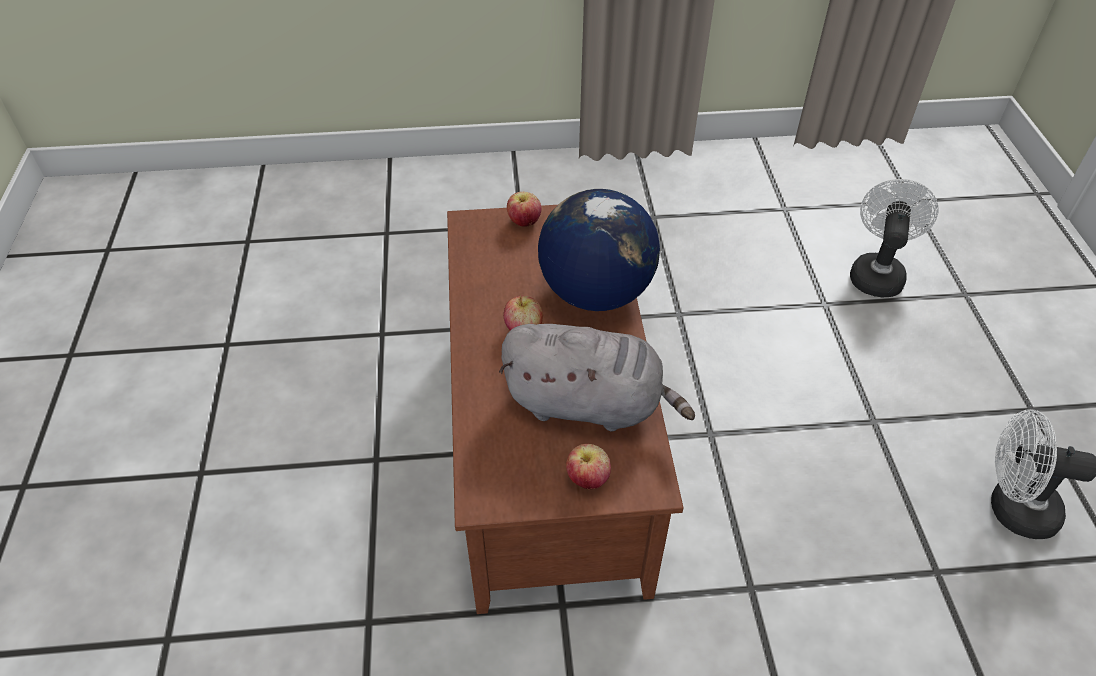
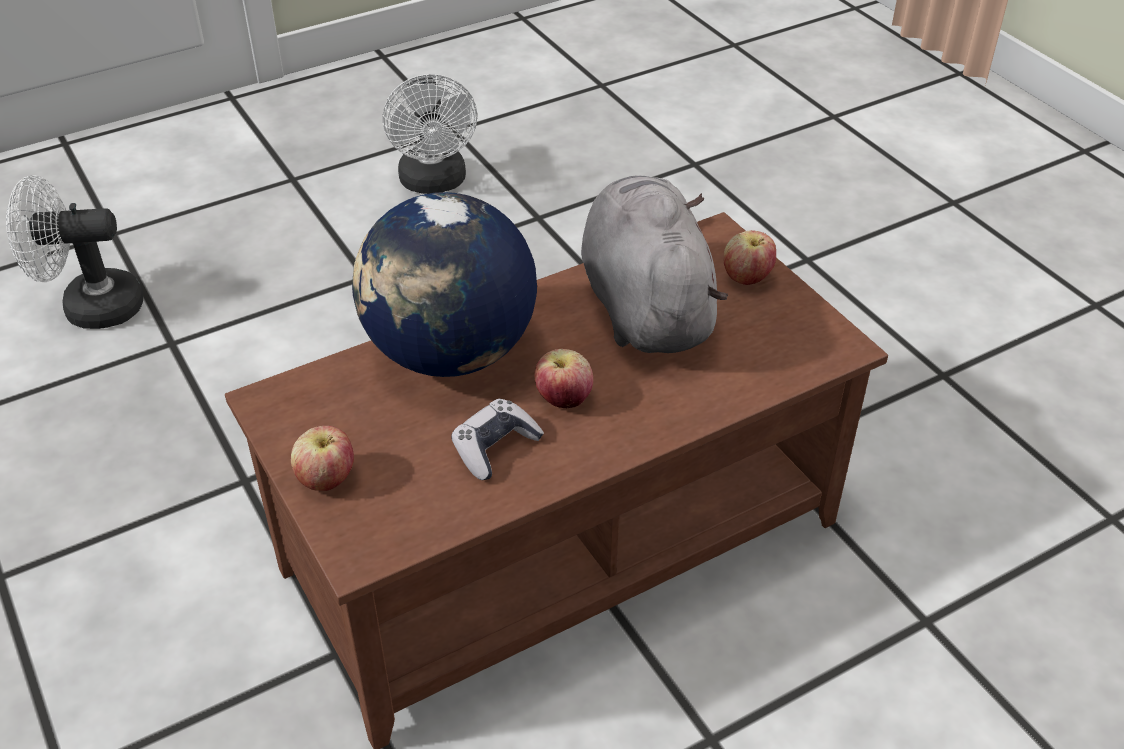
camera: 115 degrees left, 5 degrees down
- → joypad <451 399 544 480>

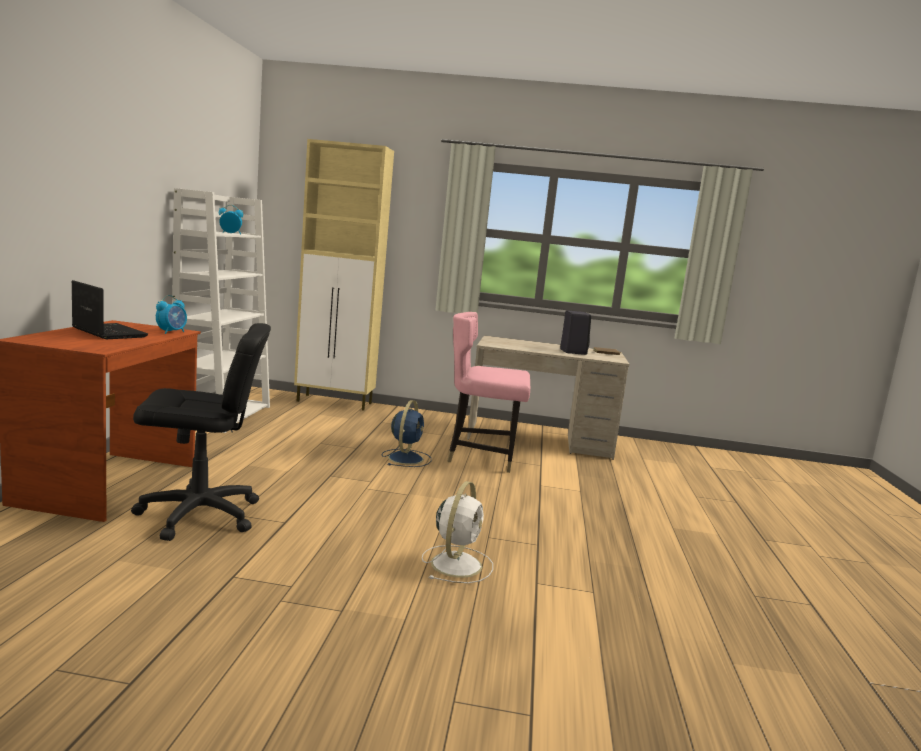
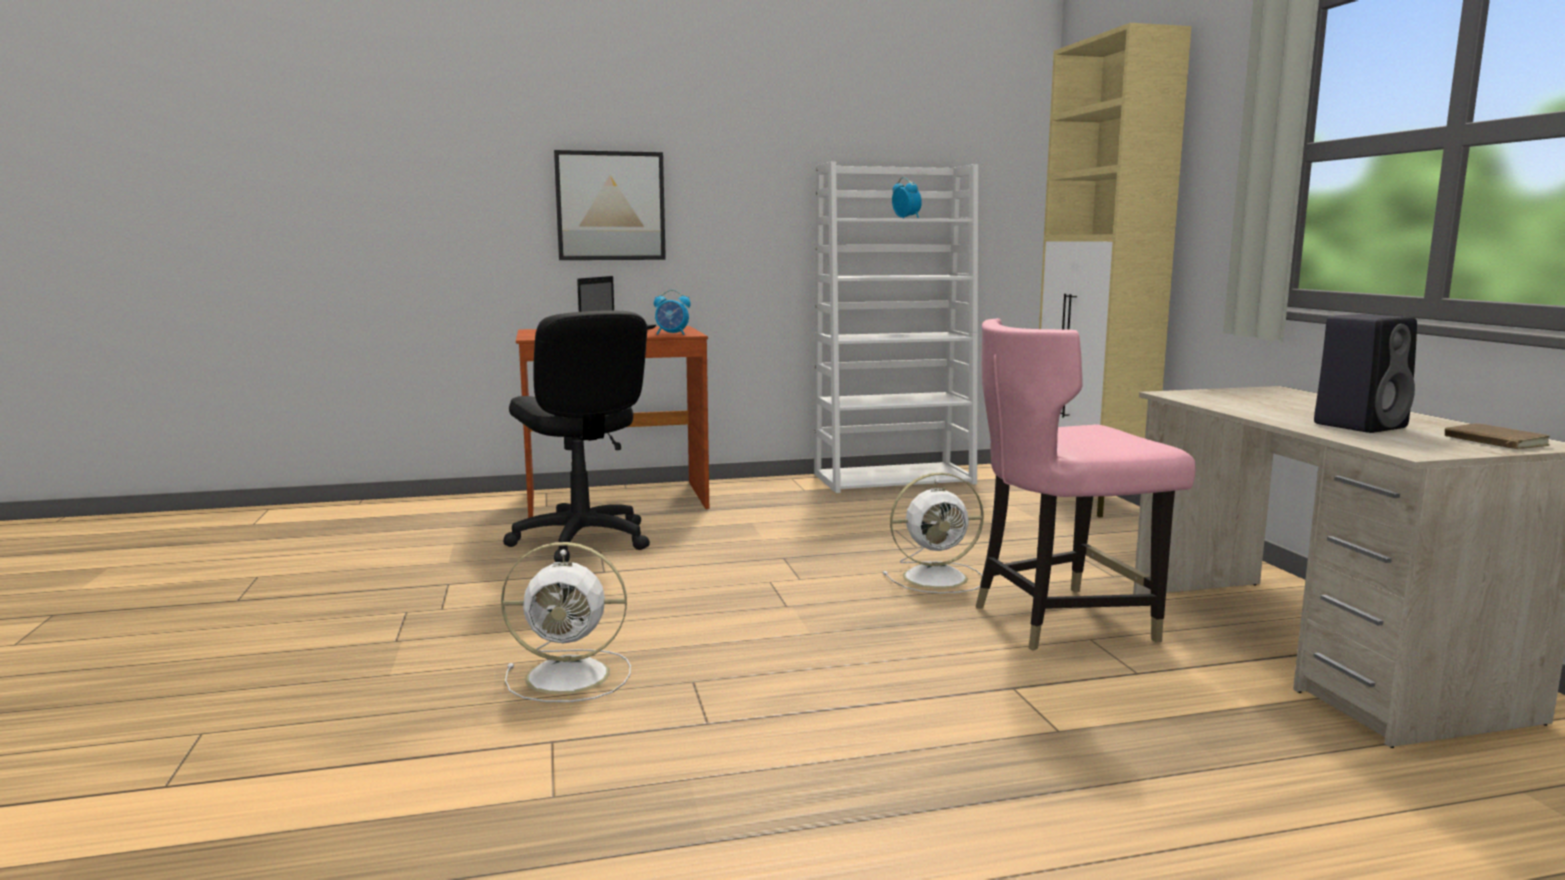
camera: 70 degrees right, 0 degrees up
pink upright chair <447 312 530 473> → pink upright chair <976 318 1196 651>, 90 degrees counterclockwise
bluish electric fan <382 400 431 467> → white-coloured electric fan <883 473 984 593>
- → wall picture <554 150 666 260>

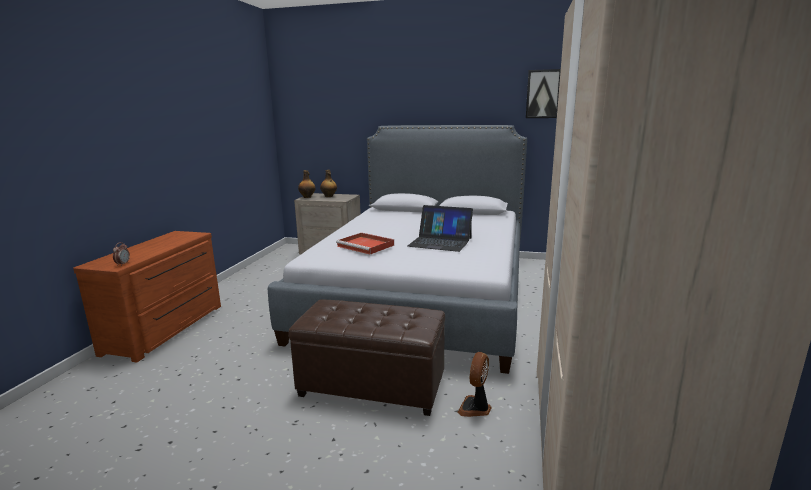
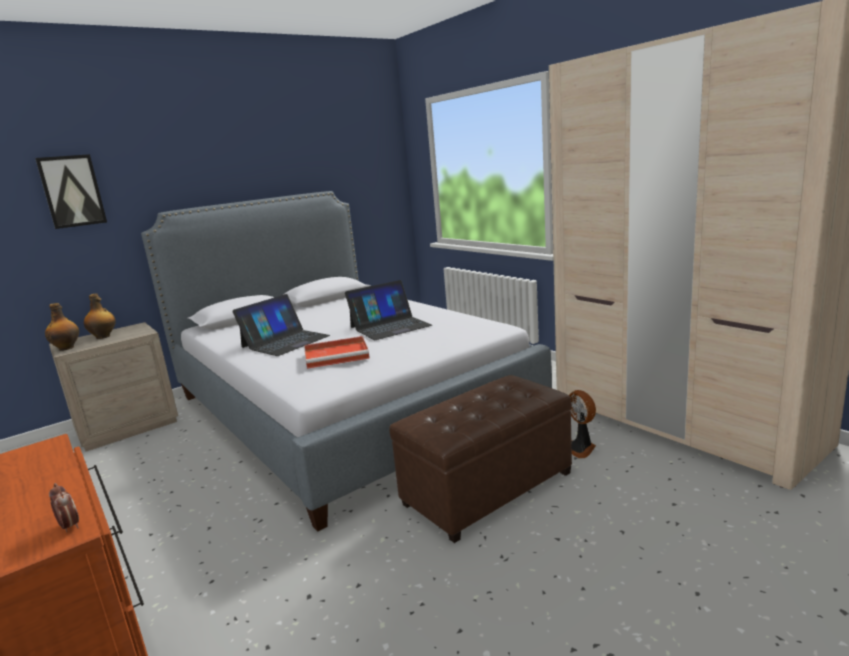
camera: 50 degrees left, 0 degrees up
wall picture <526 69 561 118> → wall picture <35 154 107 229>, relocated
- → notebook computer <232 294 330 356>

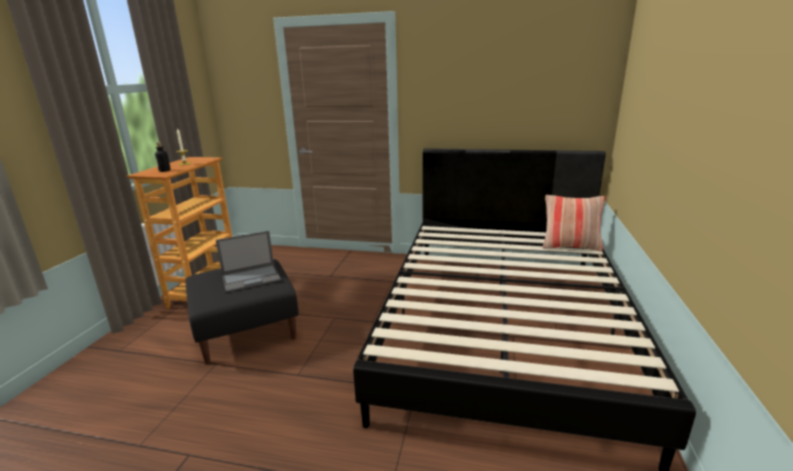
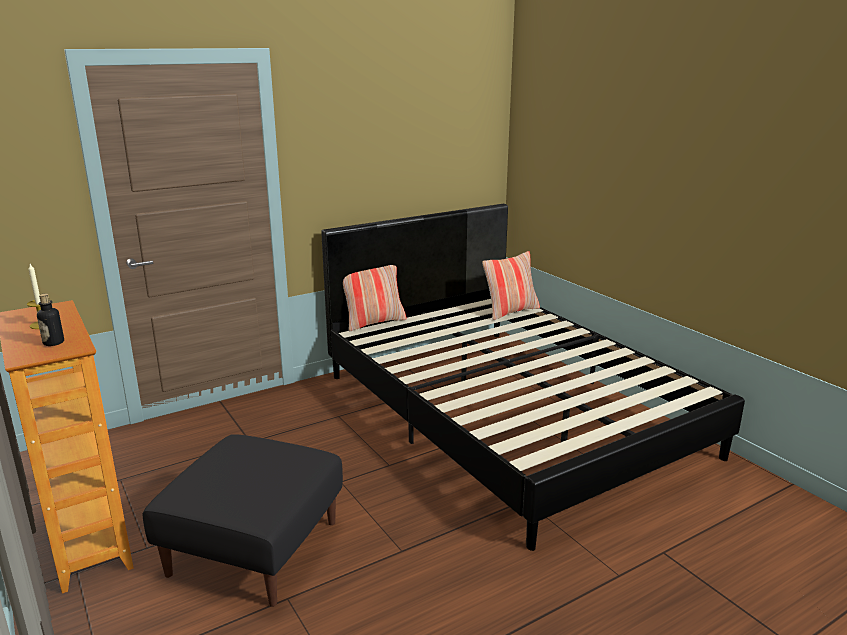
camera: 45 degrees left, 0 degrees up
notebook computer <216 231 281 292> → -
- → cushion <343 265 407 331>

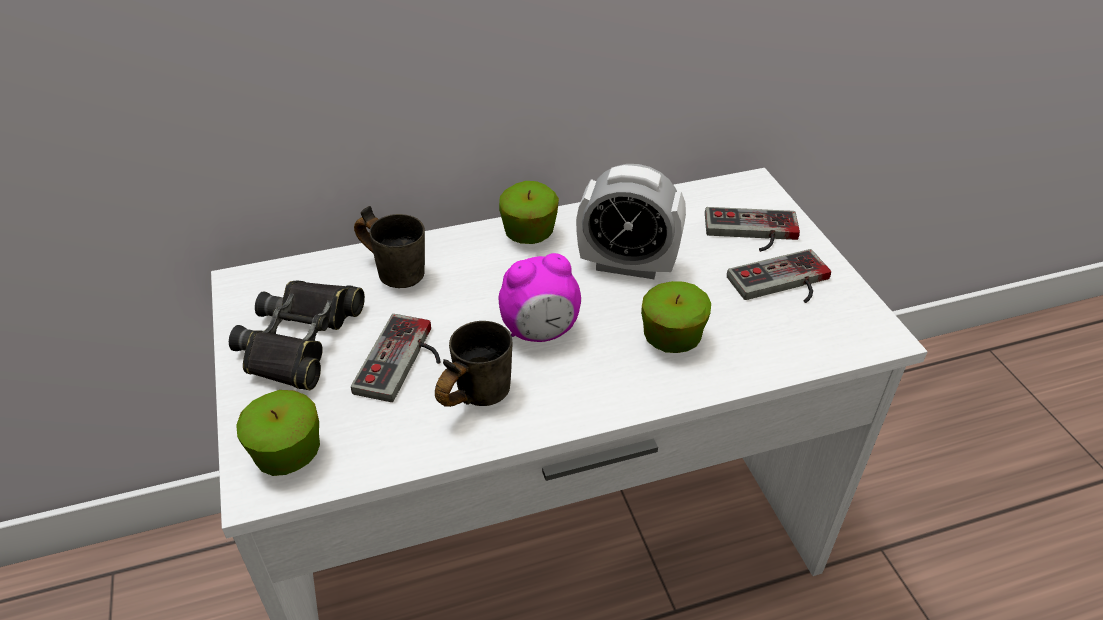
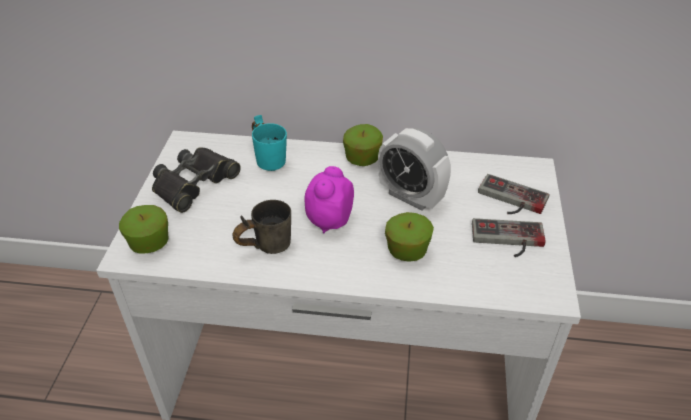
camera: 25 degrees right, 0 degrees up
gray mug <354 206 425 288> → blue-green mug <252 115 287 171>
table clock <499 253 581 342> → table clock <304 166 354 233>, 105 degrees clockwise
joypad <351 314 441 402> → -

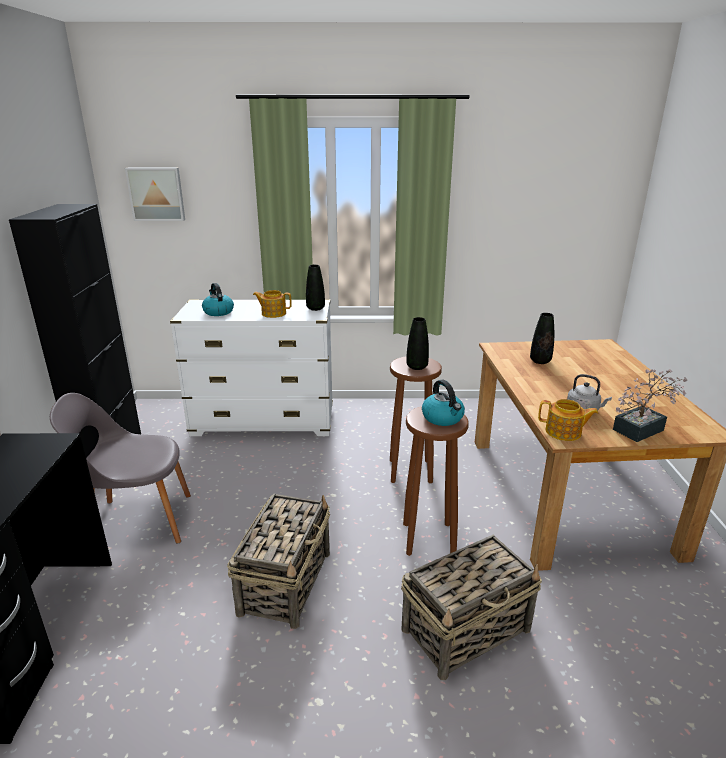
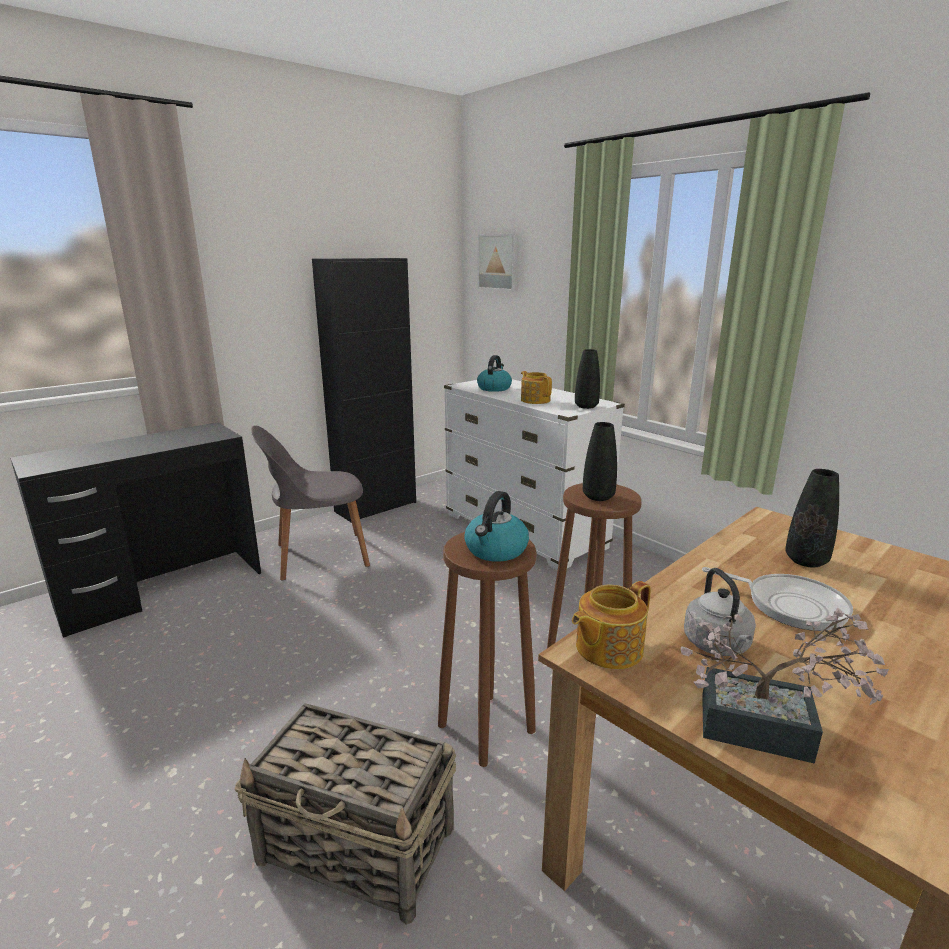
camera: 50 degrees right, 5 degrees down
gray upright chair <50 393 191 544> → gray upright chair <251 425 370 580>, 60 degrees counterclockwise
teapot <538 399 598 441> → teapot <572 581 651 669>, 75 degrees clockwise
basket <227 494 330 629> → -
- → skillet <702 567 853 631>

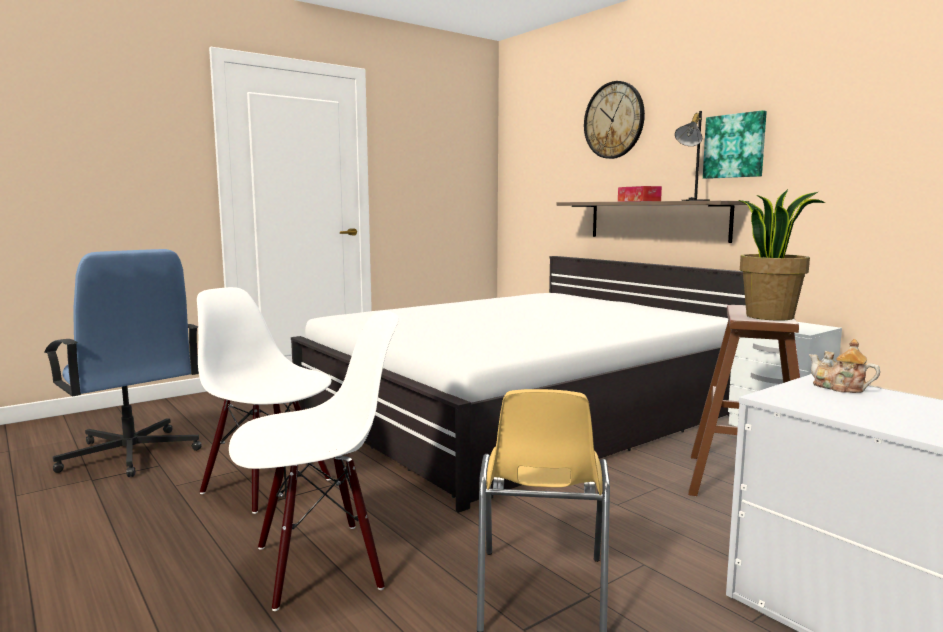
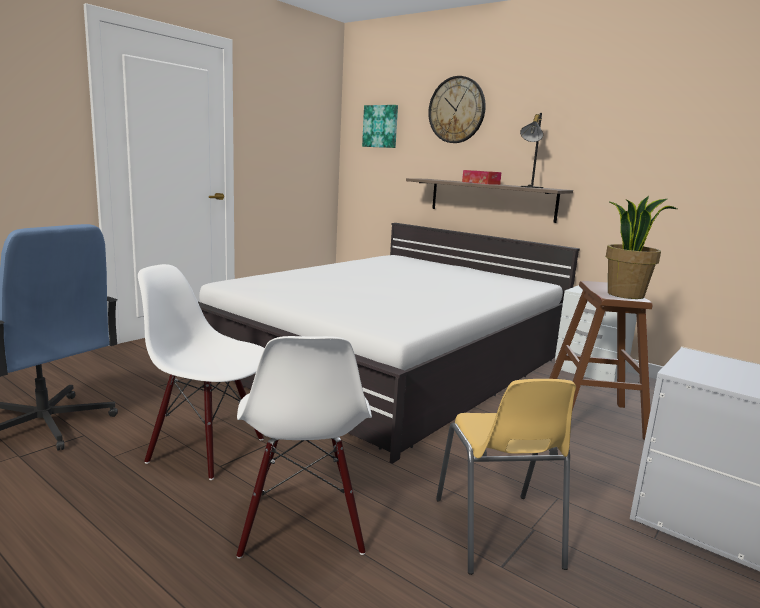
camera: 15 degrees left, 5 degrees up
wall picture <703 110 767 179> → wall picture <362 105 398 148>, relocated
white-coloured upright chair <229 311 399 611> → white-coloured upright chair <237 336 372 559>, 120 degrees clockwise
teapot <809 339 880 393> → -

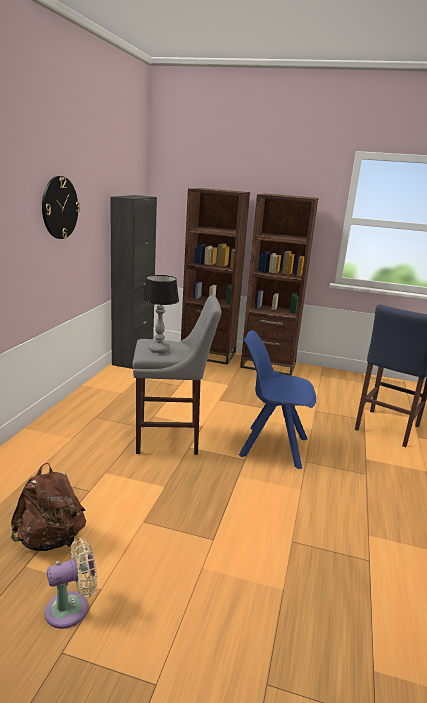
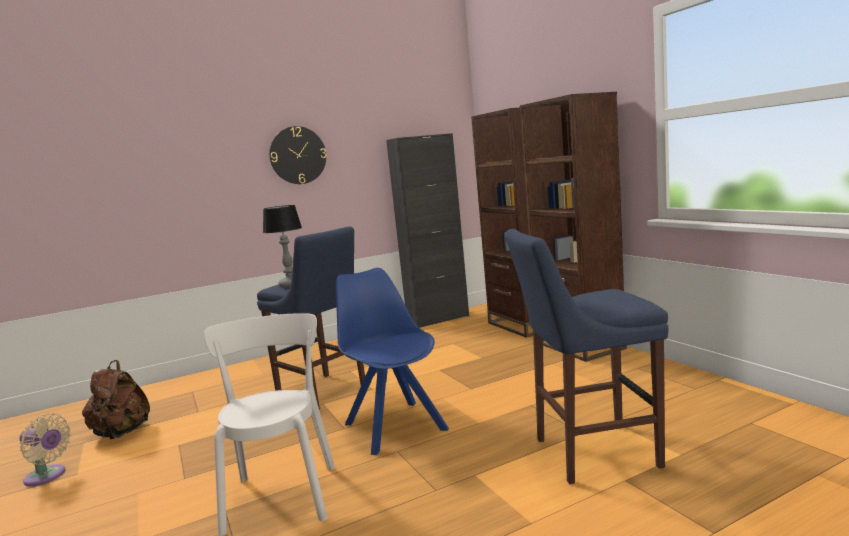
camera: 50 degrees right, 10 degrees down
gray stool seat <132 295 221 455> → bluish stool seat <257 226 365 410>
- → white-coloured upright chair <204 313 335 536>

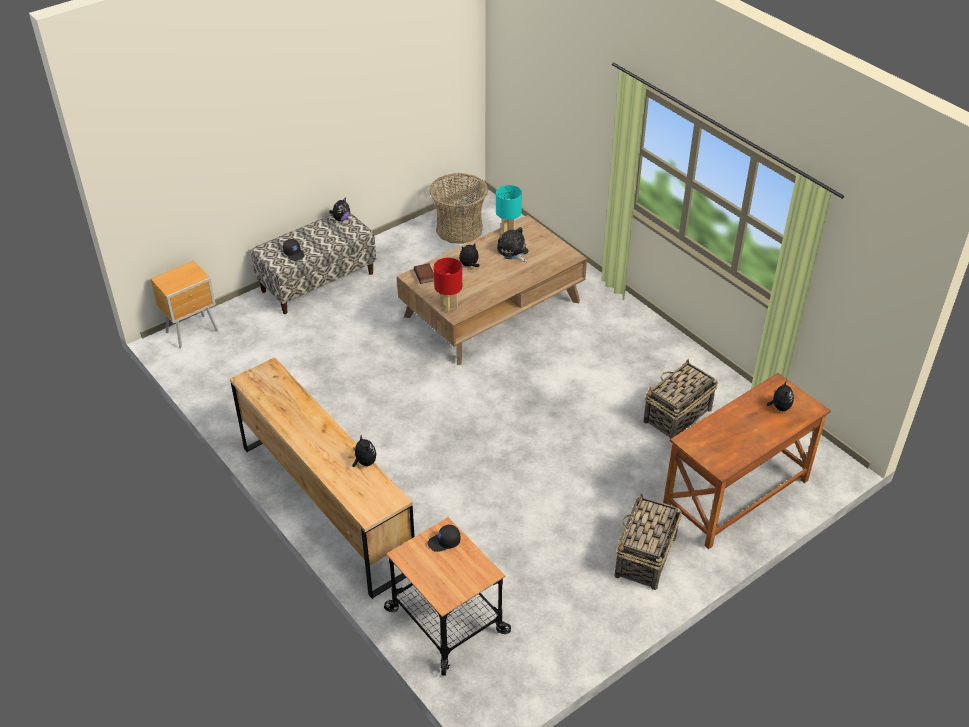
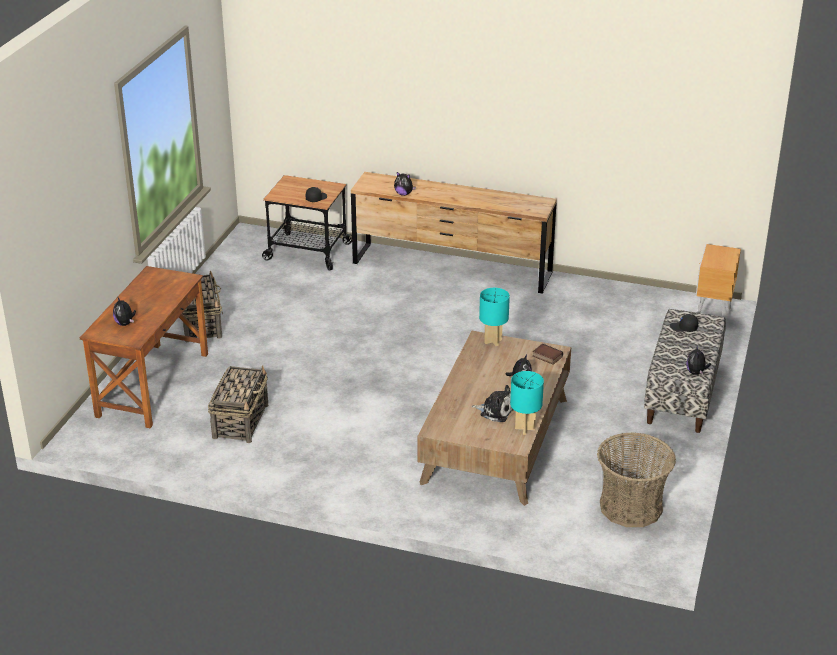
camera: 145 degrees right, 10 degrees down
red-coloured tabletop lamp <434 258 462 312> → blue-green tabletop lamp <479 288 510 346>

